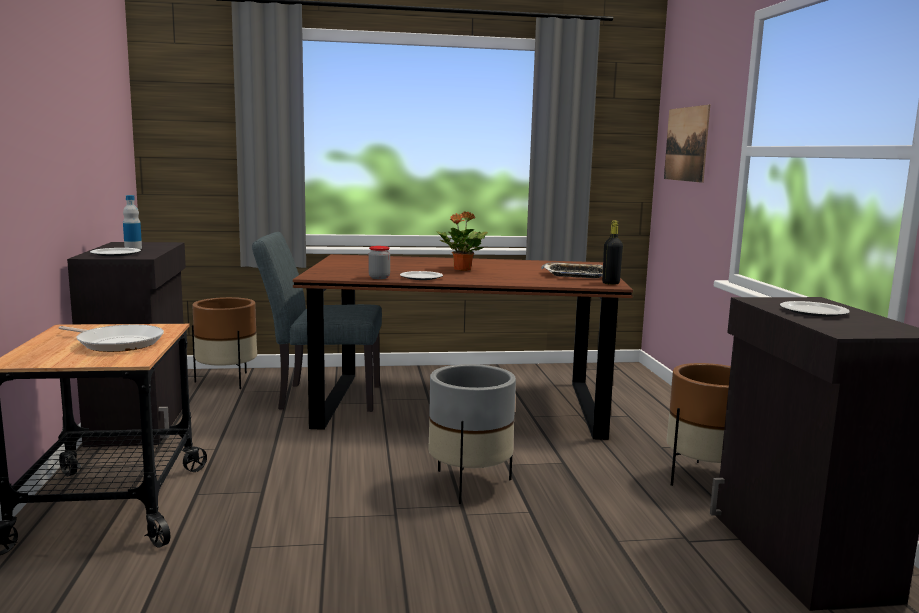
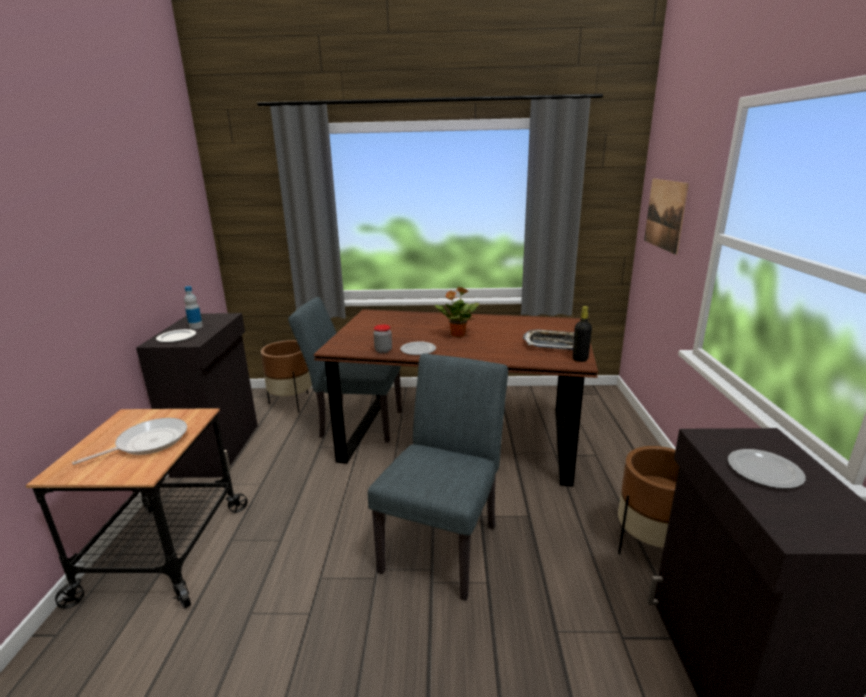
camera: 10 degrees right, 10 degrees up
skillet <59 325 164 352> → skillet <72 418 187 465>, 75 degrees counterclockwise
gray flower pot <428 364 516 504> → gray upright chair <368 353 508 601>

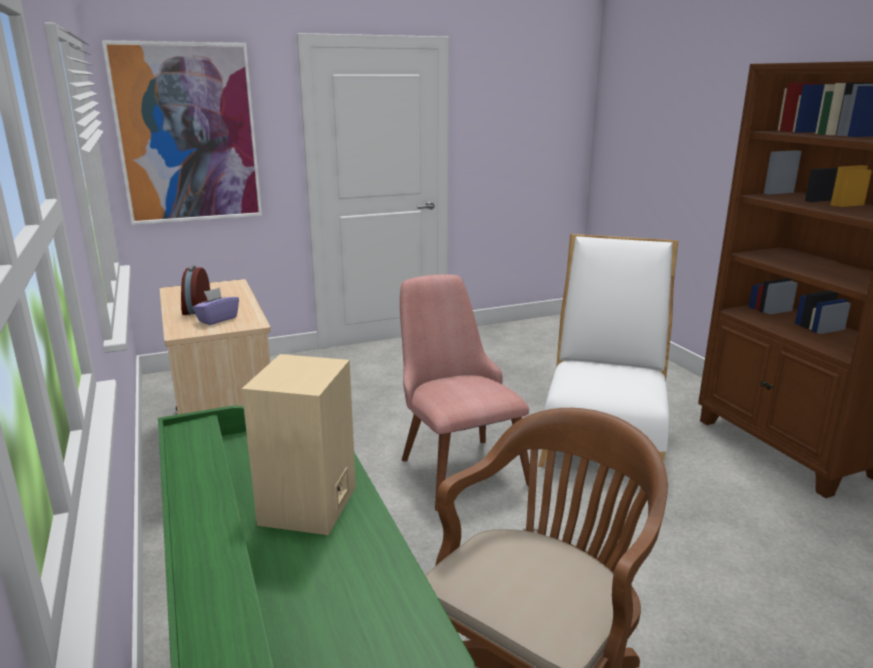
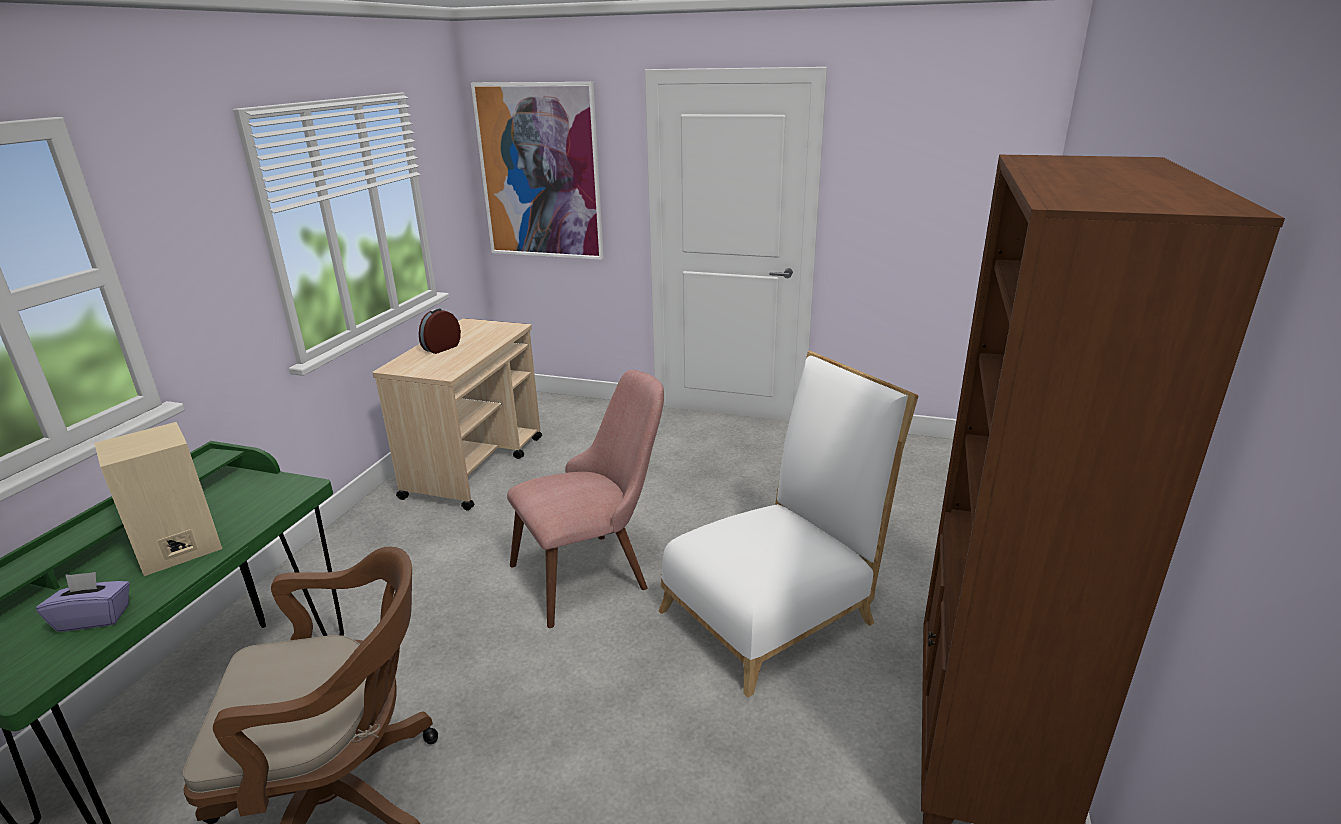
camera: 40 degrees right, 5 degrees up
pink upright chair <400 274 530 511> → pink upright chair <507 370 664 628>, 45 degrees clockwise
purplish tissue holder <192 287 239 325> → purplish tissue holder <36 572 130 632>, relocated

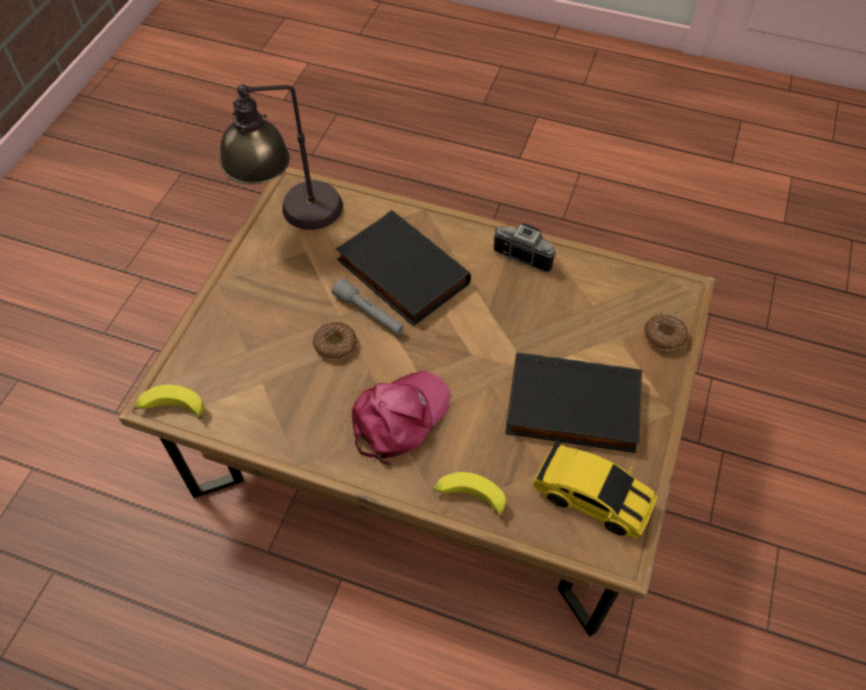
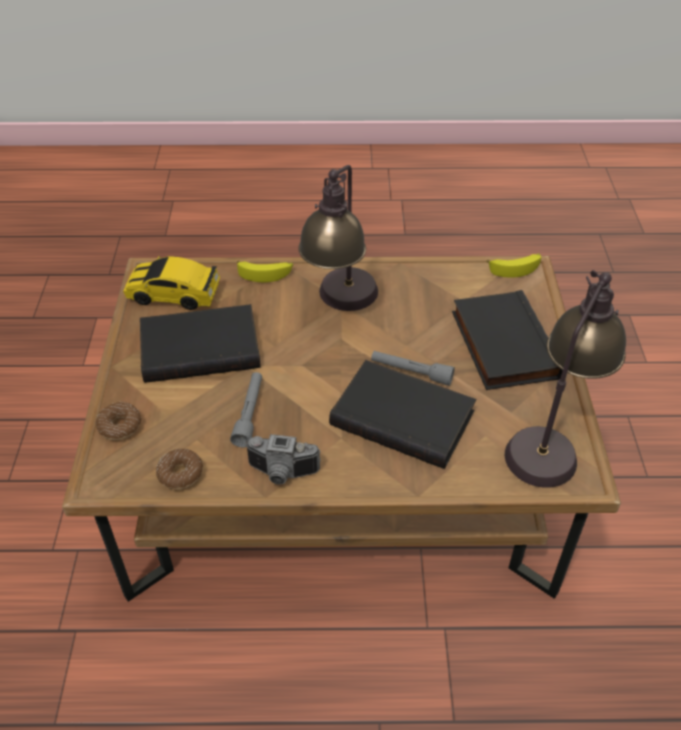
camera: 160 degrees right, 10 degrees down
doughnut <313 322 357 360> → doughnut <156 448 203 490>, relocated
pink peaked cap <352 370 450 465> → tabletop lamp <298 165 378 311>
- → black-coloured volume <452 290 563 390>
- → gray torch <230 372 262 447>

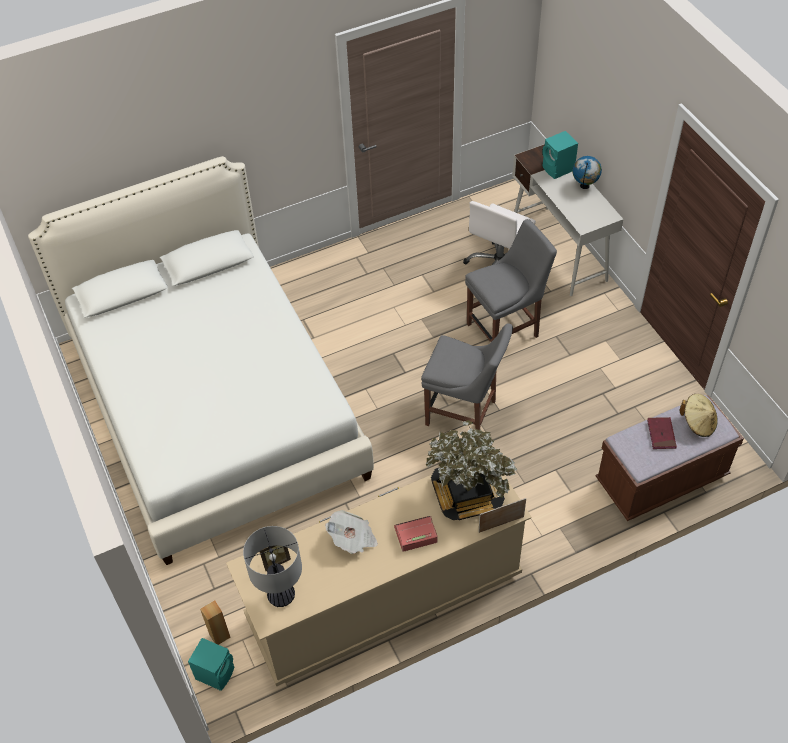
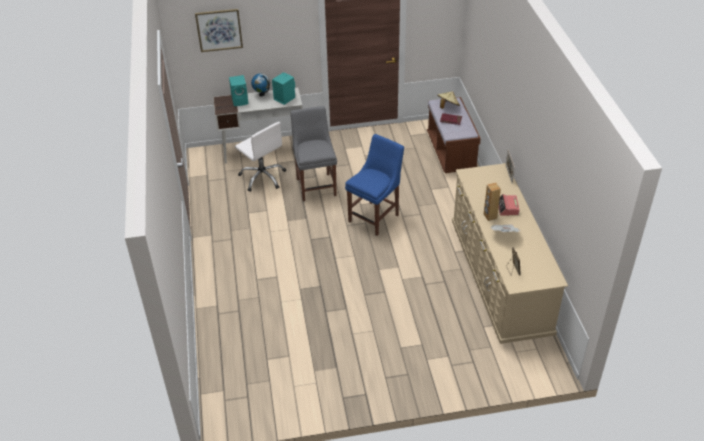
camera: 75 degrees left, 10 degrees down
white-coloured sleeping bed <28 156 374 565> → -
gray upright chair <421 323 513 430> → bluish upright chair <345 134 404 236>
potted plant <425 420 517 520> → -
tabletop lamp <243 526 302 607> → -
brownish audio speaker <200 600 231 645> → brownish audio speaker <484 183 501 221>, relocated
blue-green audio speaker <188 638 234 691> → blue-green audio speaker <272 73 295 105>, relocated
- → wall picture <195 9 243 52>

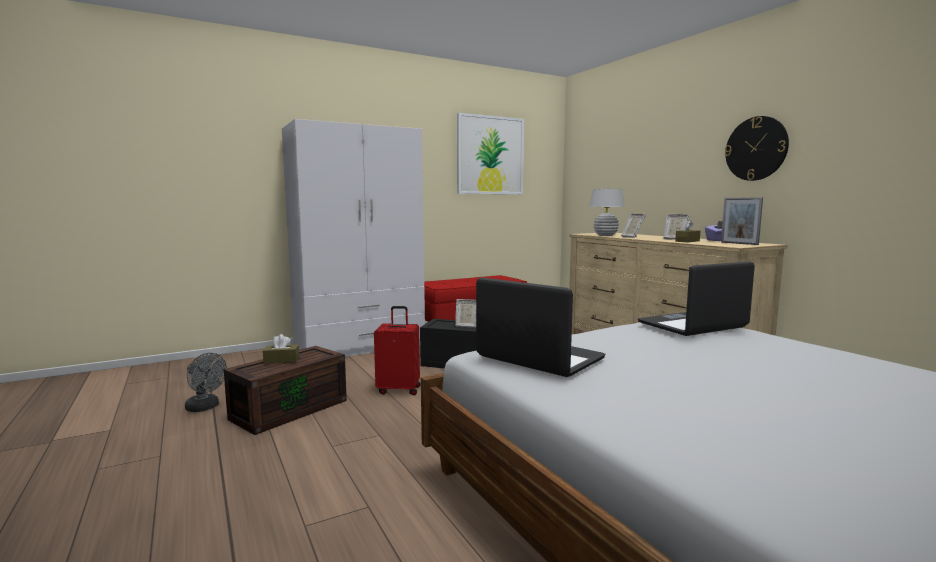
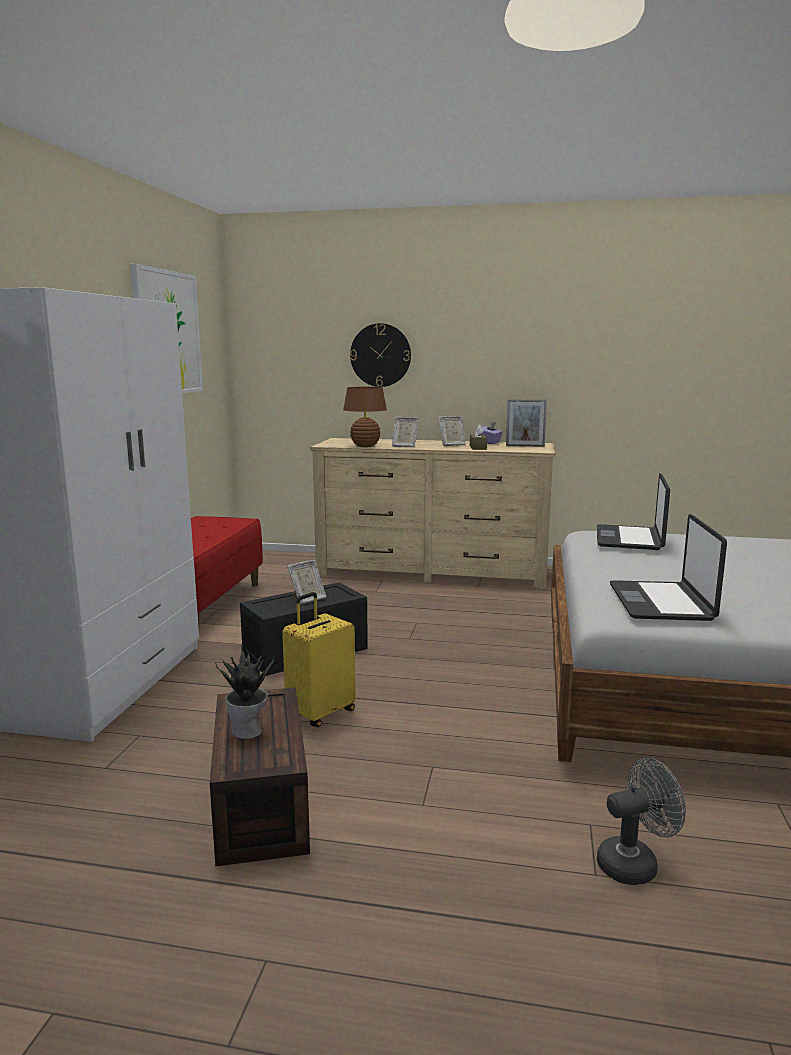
camera: 50 degrees left, 5 degrees up
clock on the wall <725 116 789 181> → clock on the wall <350 323 411 387>, relocated
white-coloured tabletop lamp <589 189 625 236> → brownish tabletop lamp <343 387 387 447>
notebook computer <476 277 605 377> → notebook computer <610 514 727 621>, 75 degrees counterclockwise
red-coloured travel case <374 306 420 395> → yellow travel case <282 592 356 727>
brownish tissue holder <263 334 299 364> → potted plant <215 646 274 739>
gray electric fan <185 353 227 412> → gray electric fan <597 758 686 885>, relocated

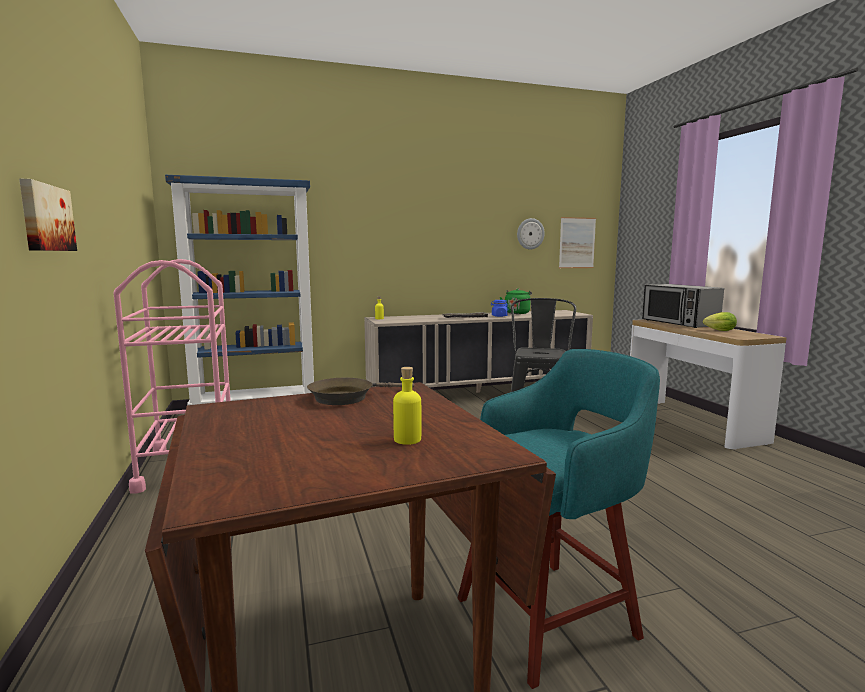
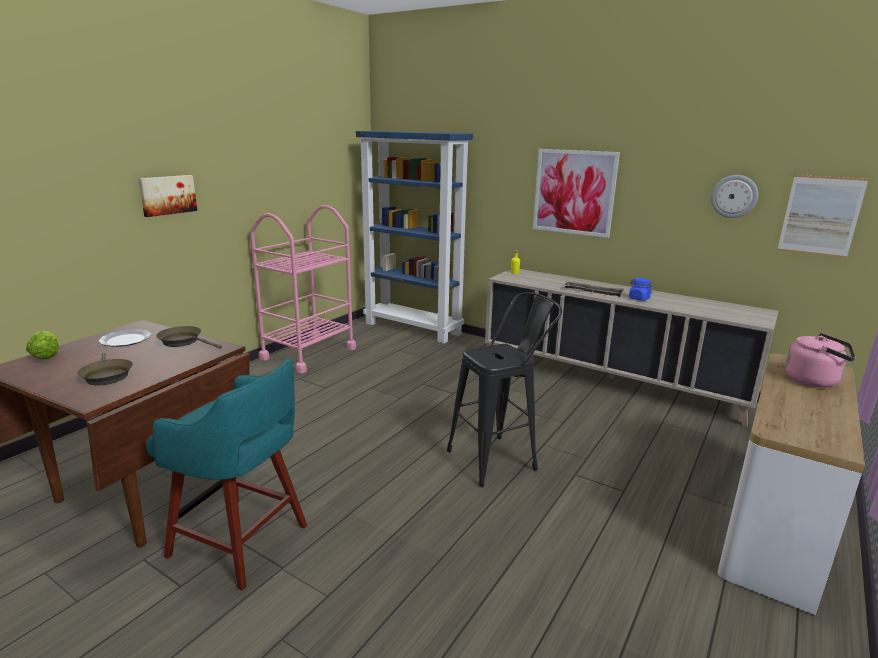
camera: 50 degrees right, 10 degrees up
microwave <642 284 724 328> → pink water kettle <785 333 856 388>
greenish water kettle <500 289 532 314> → -
lettuce head <703 312 737 331> → lettuce head <26 330 59 360>, relocated
yellow bottle <393 367 421 445> → brownish skillet <77 353 133 385>
- → wall picture <533 149 620 238>
- → flat dish <99 329 152 347>

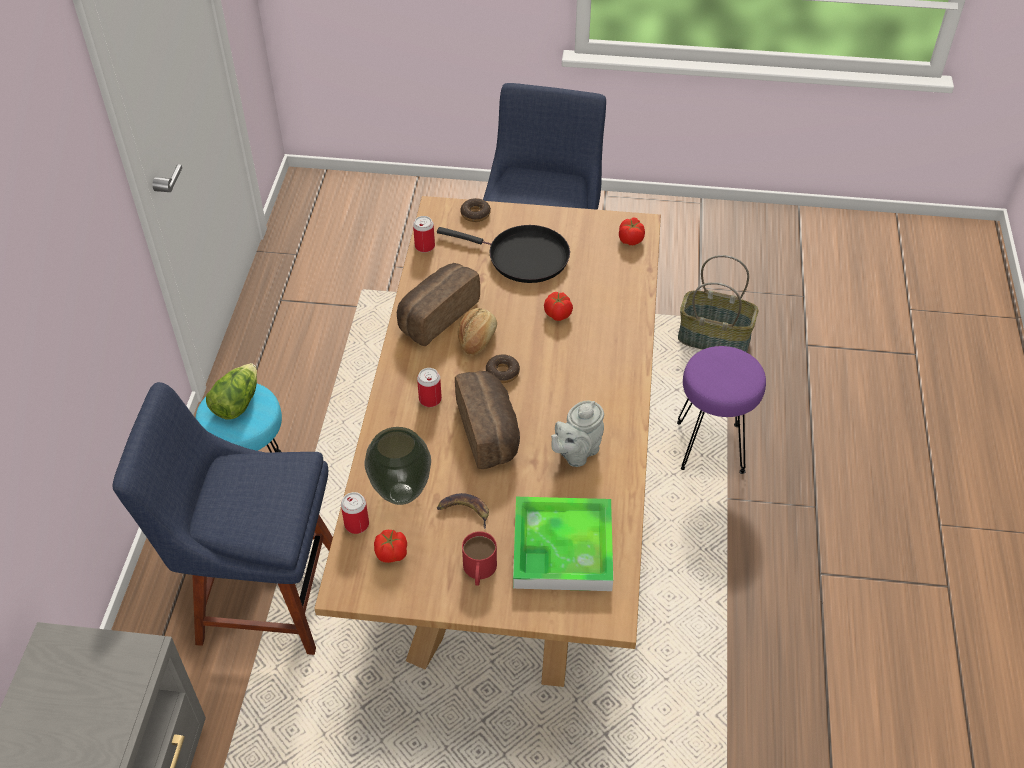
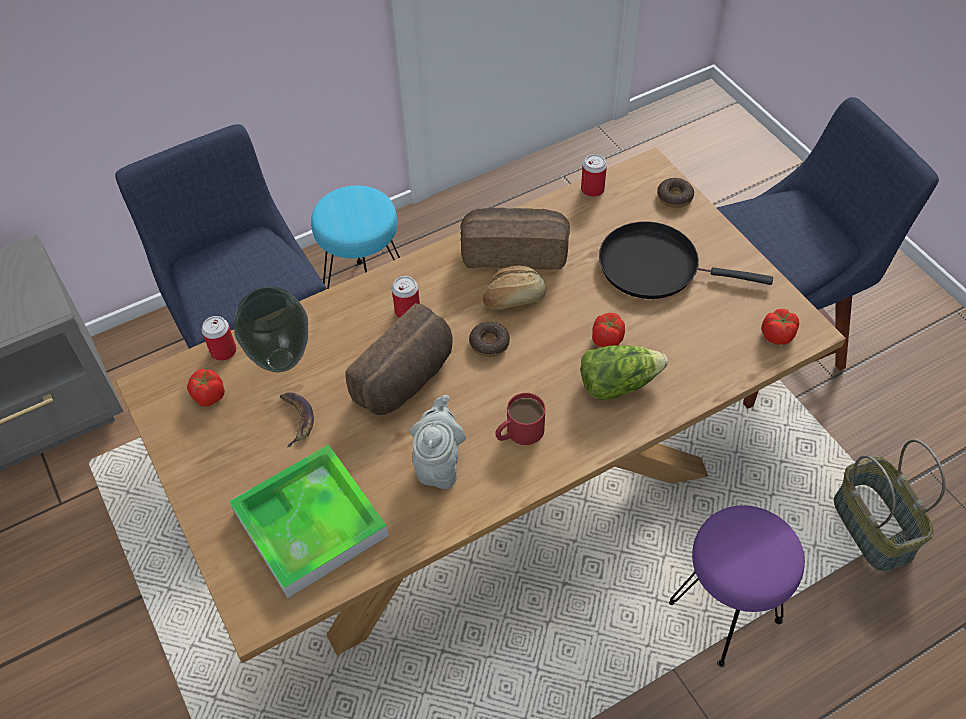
camera: 55 degrees right, 5 degrees up
black-coloured skillet <437 225 570 283> → black-coloured skillet <599 221 773 299>, 120 degrees clockwise
lettuce head <206 363 257 420> → lettuce head <581 345 668 400>, relocated
gray teapot <551 401 604 467> → gray teapot <410 395 466 489>, 90 degrees clockwise
red-coloured mug <462 531 497 586> → red-coloured mug <495 393 545 445>, relocated

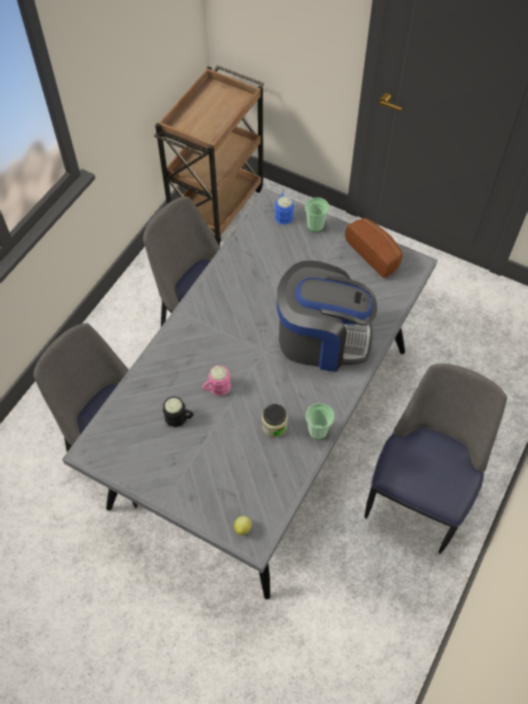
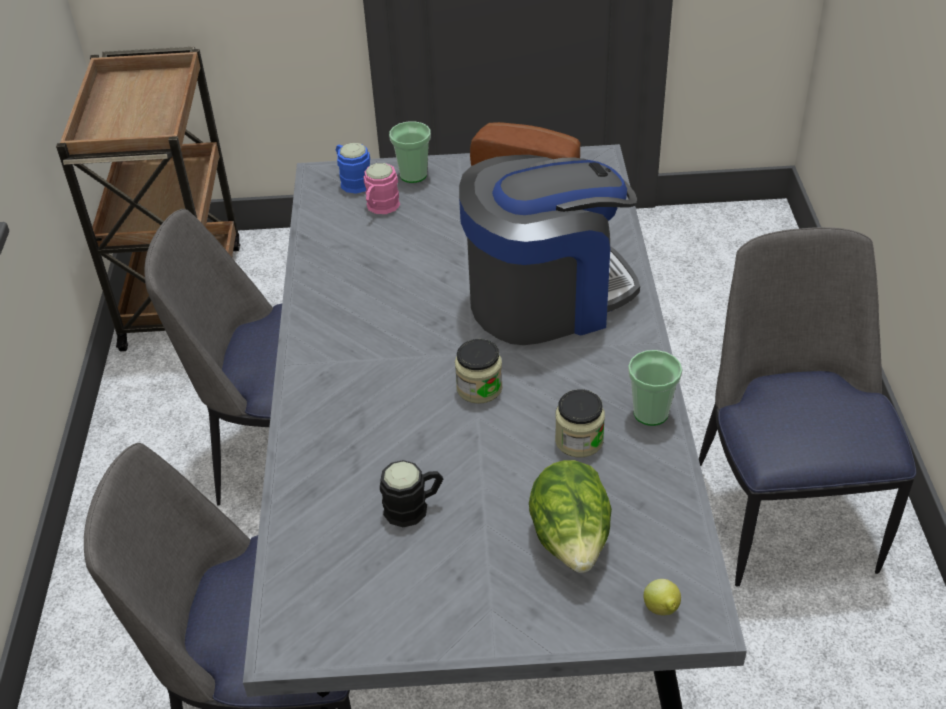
camera: 30 degrees left, 15 degrees down
pink mug <202 365 231 395> → pink mug <364 163 400 214>, relocated
- → storage jar <455 339 503 404>
- → lettuce head <529 460 612 573>

